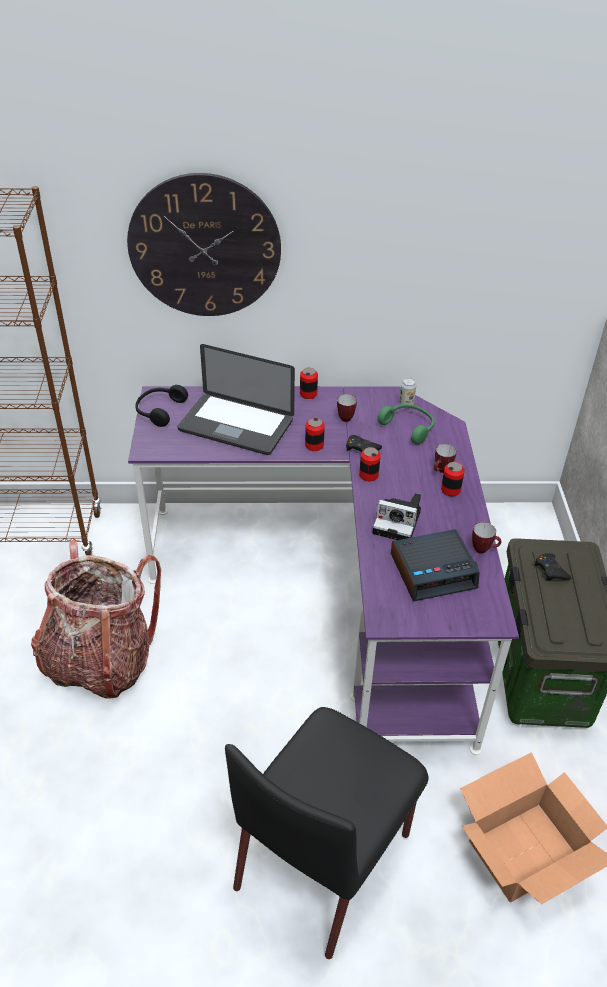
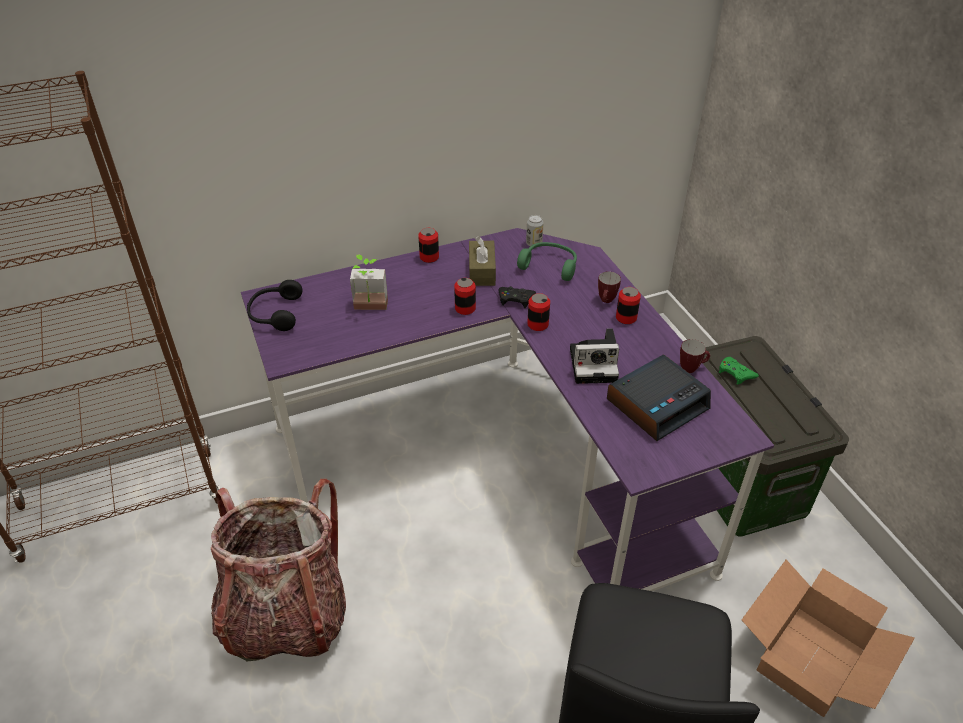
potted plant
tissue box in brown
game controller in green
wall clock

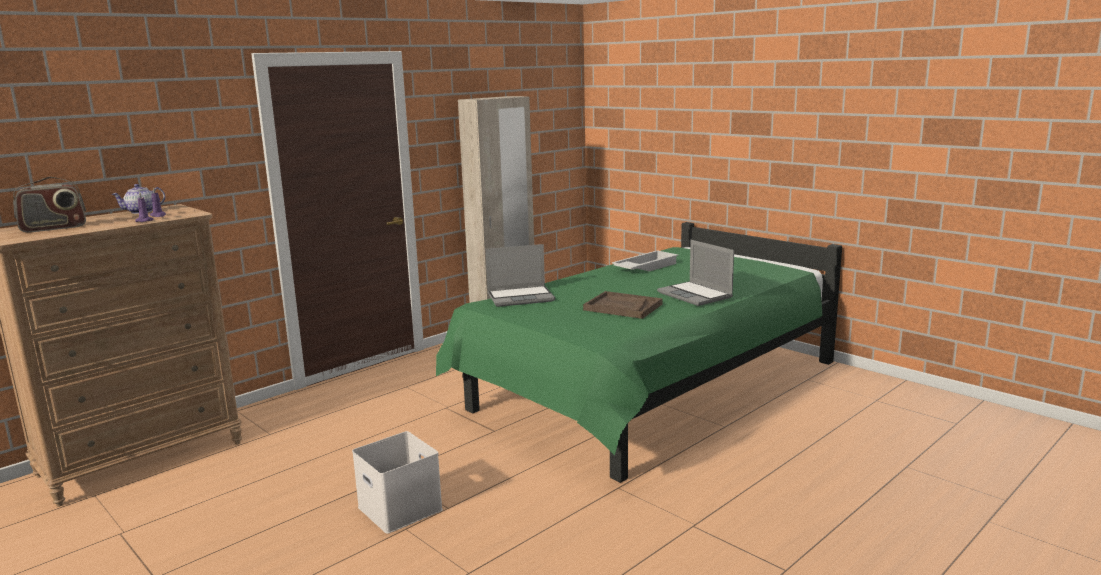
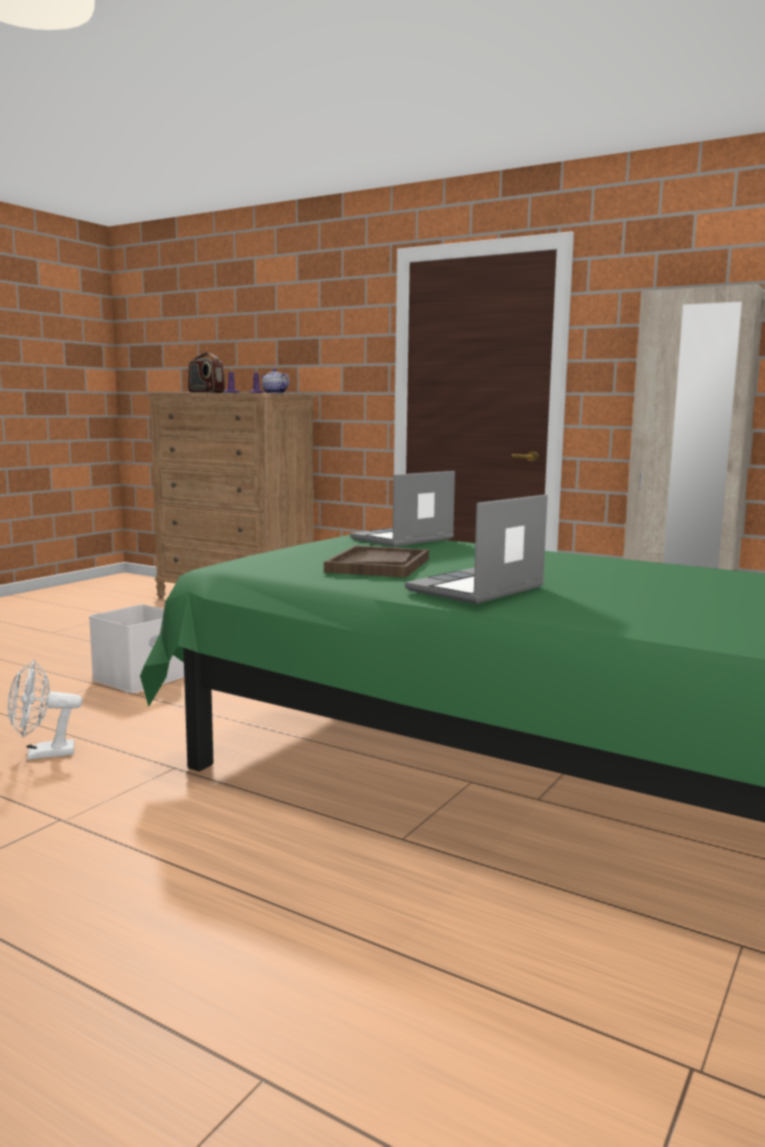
fan in white
laptop (1st from left)
tray in white

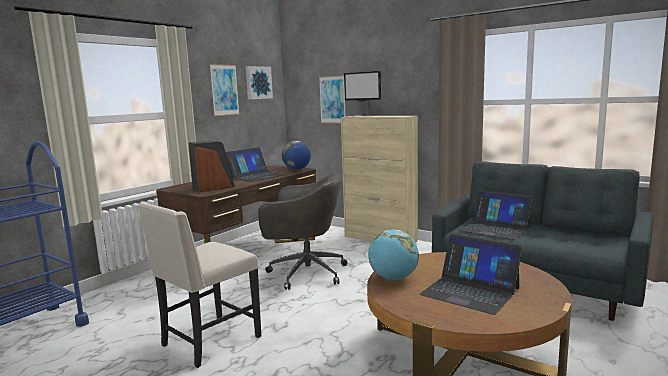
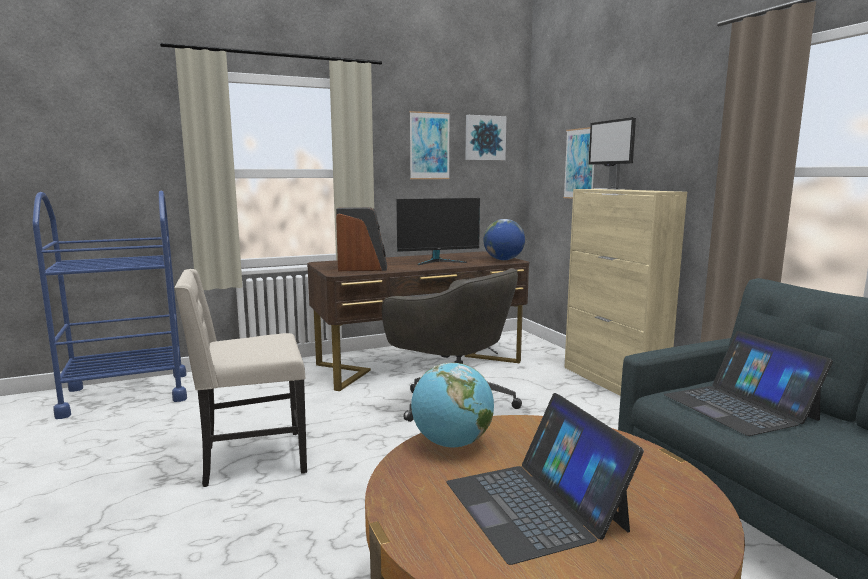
monitor (1st from left)

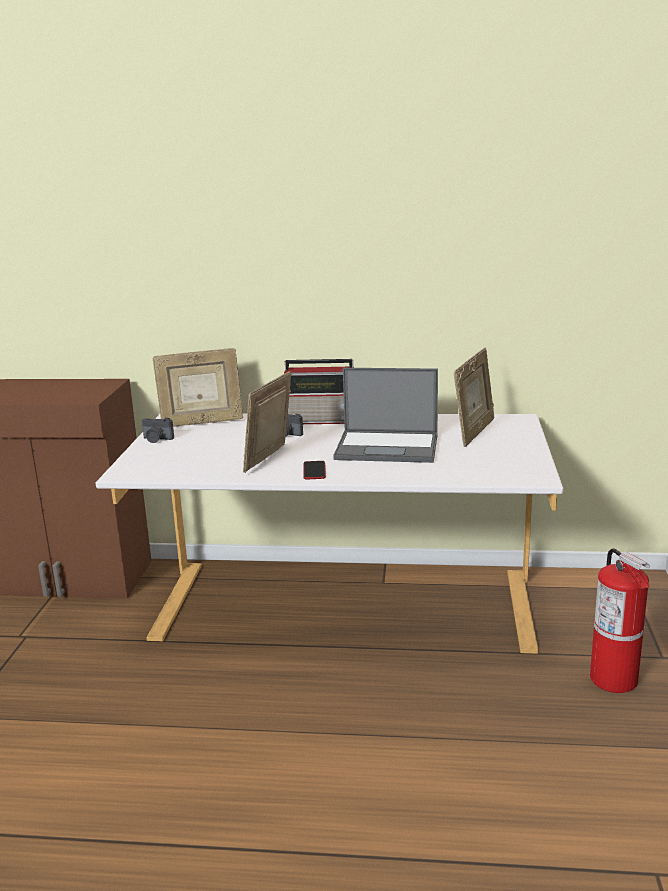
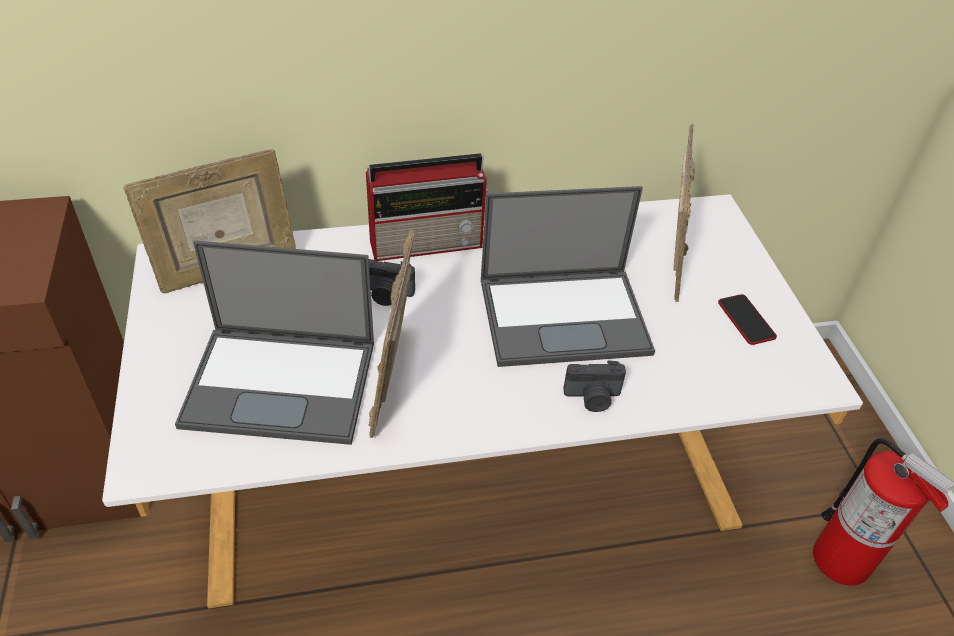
laptop (1st from left)
photo camera (2nd from left)
phone

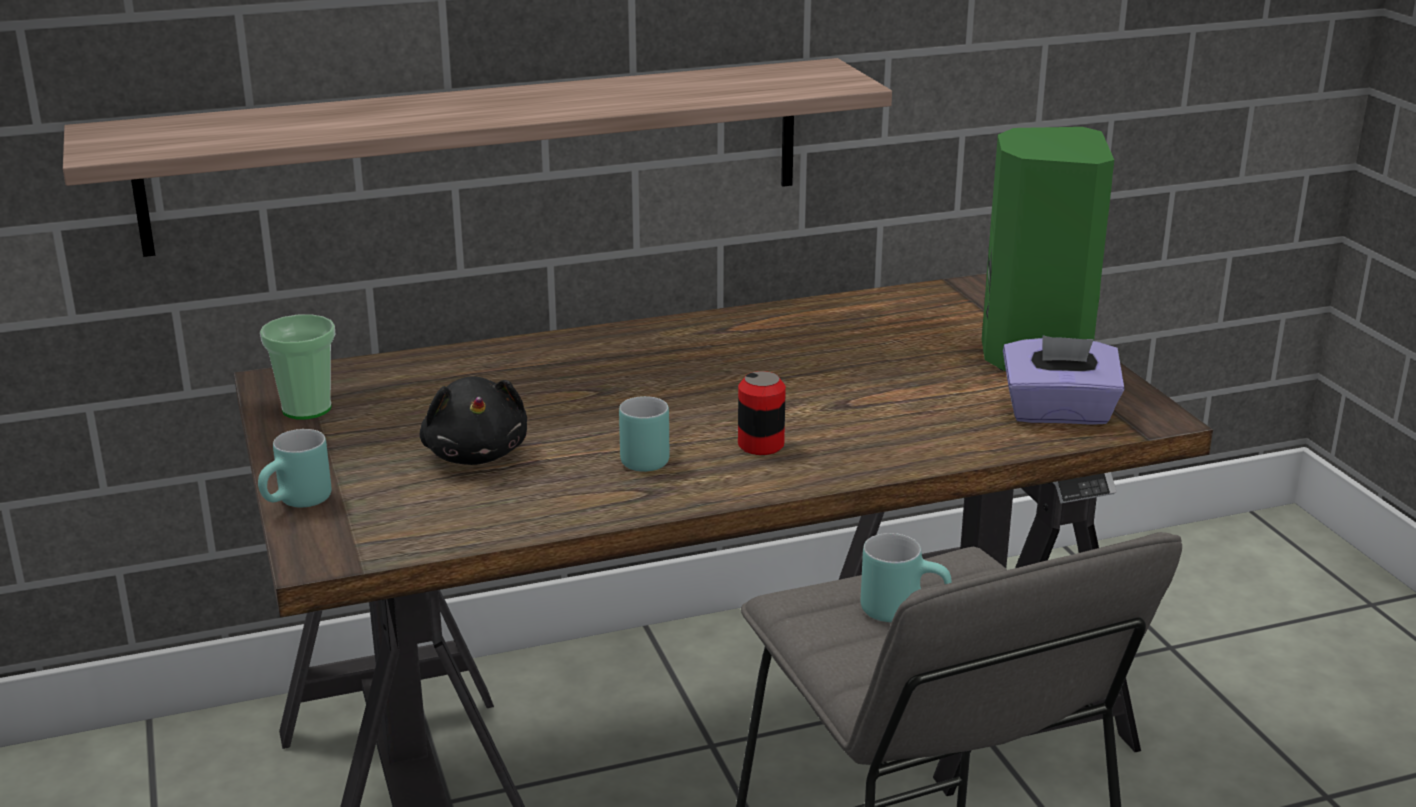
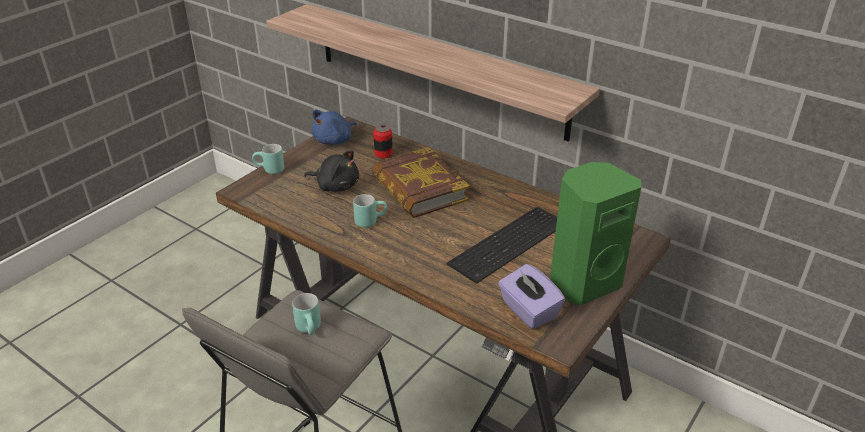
plush toy in black
plush toy in blue
book
can
keyboard

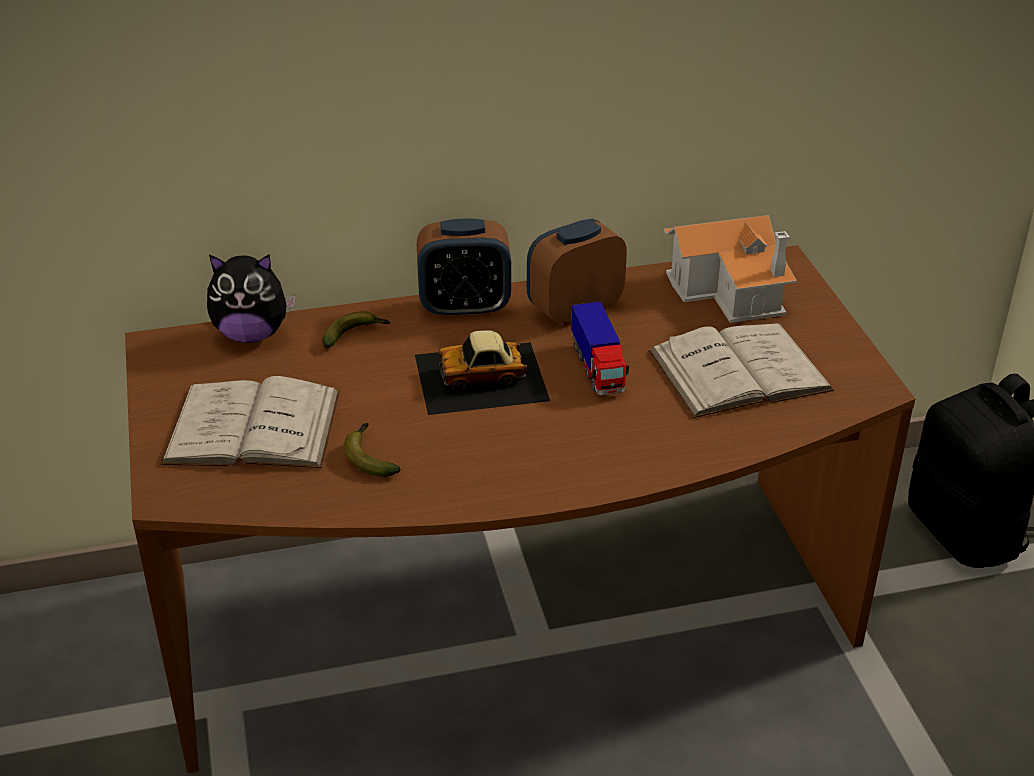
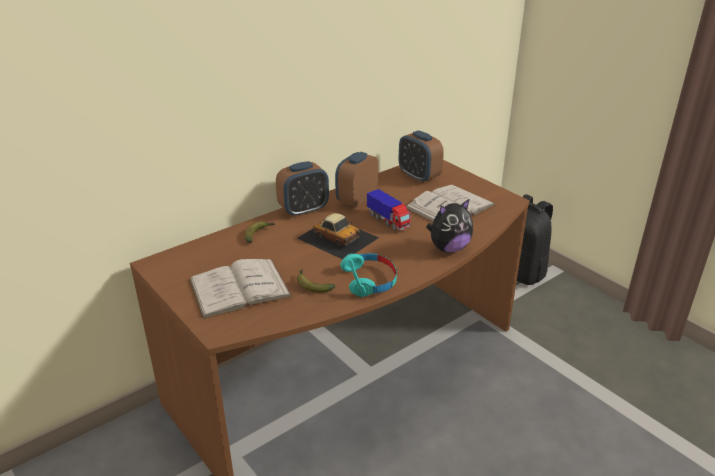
toy car
headphones in turquoise
alarm clock (3rd from left)
plush toy

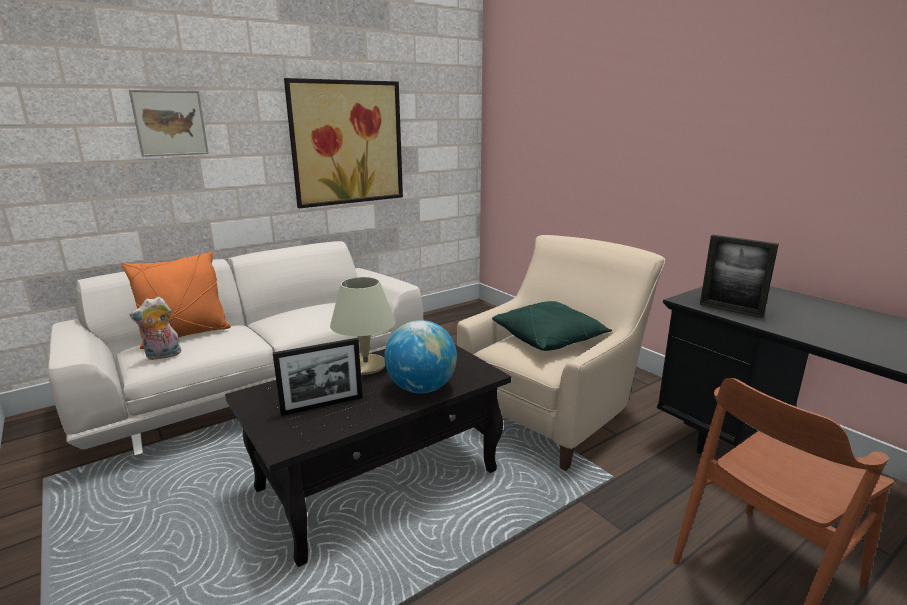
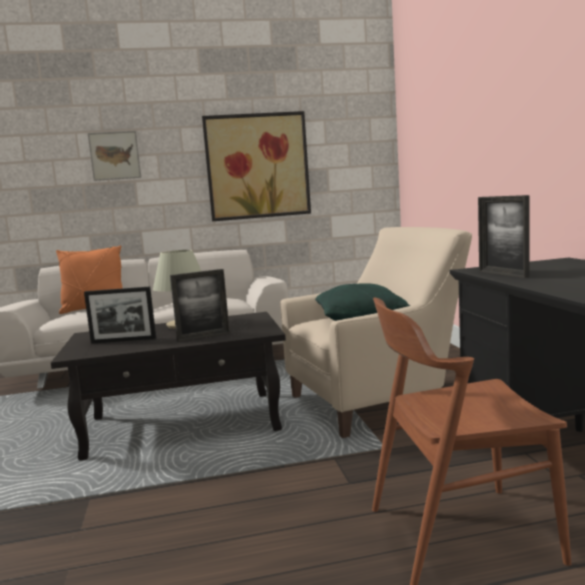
picture frame (2nd from left)
plush toy

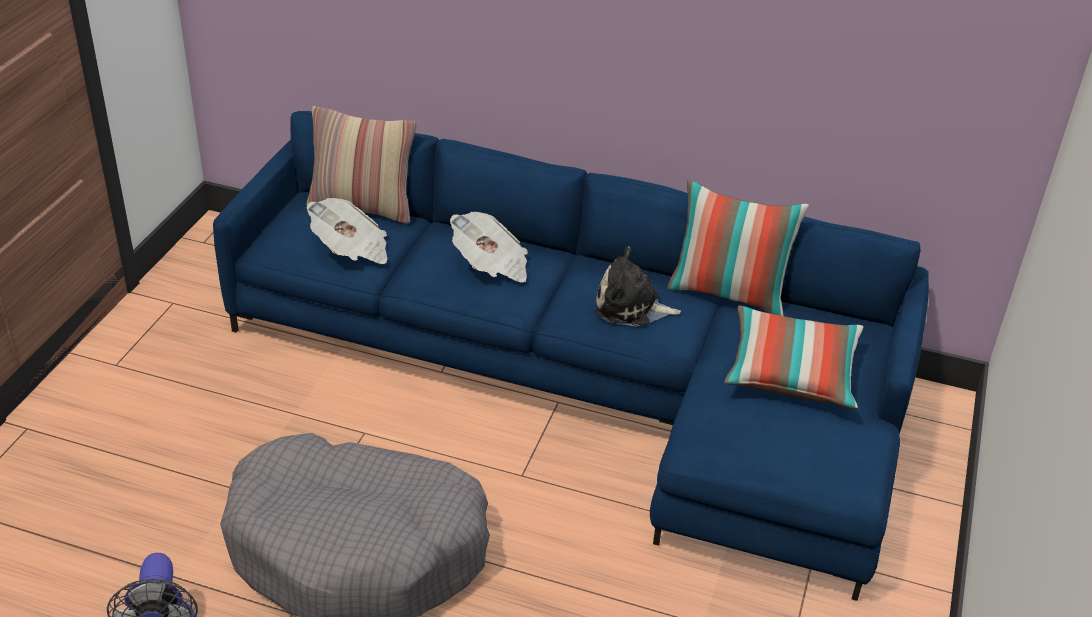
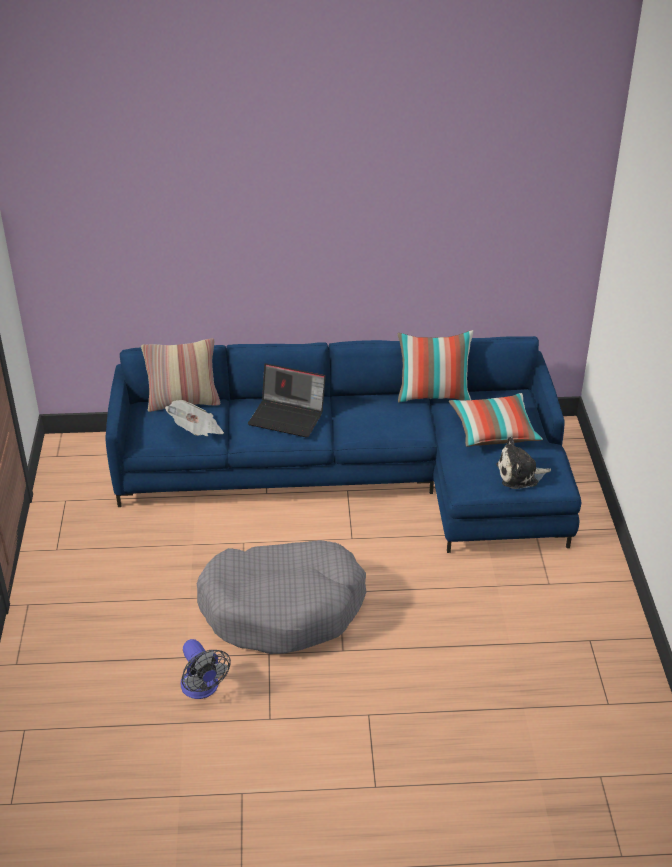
laptop
plush toy

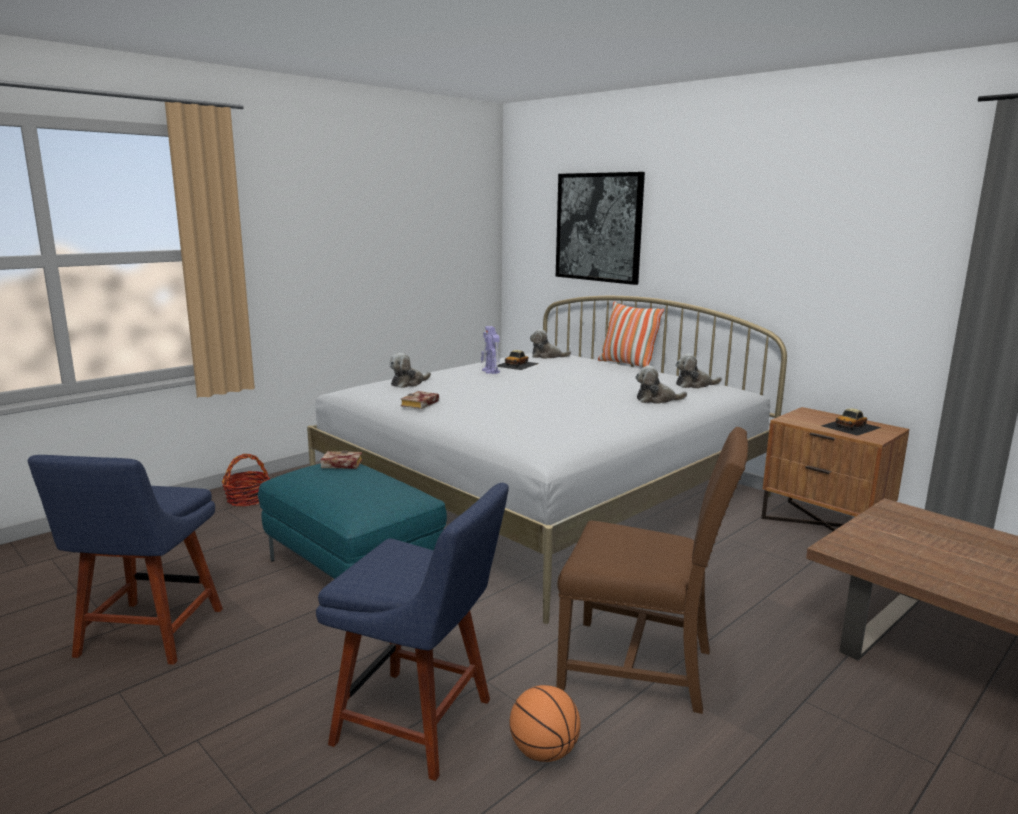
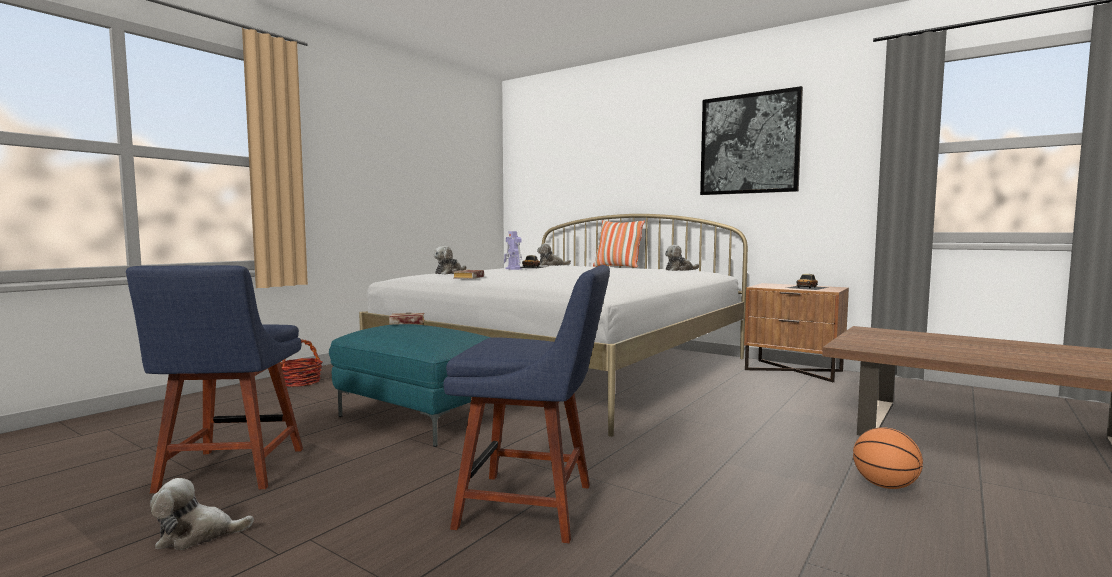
plush toy (1st from left)
picture
basketball
chair in brown

